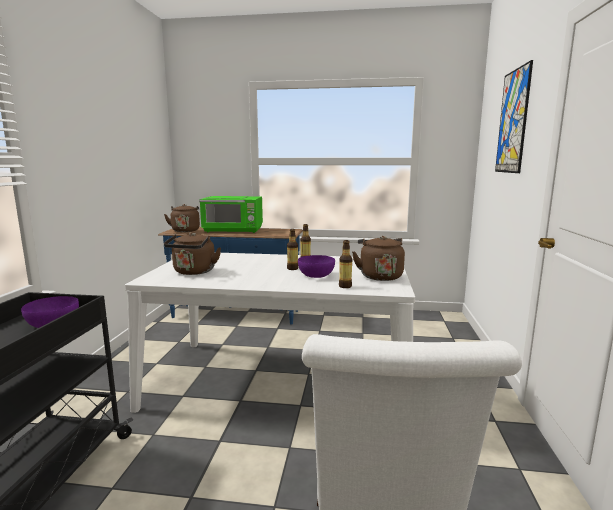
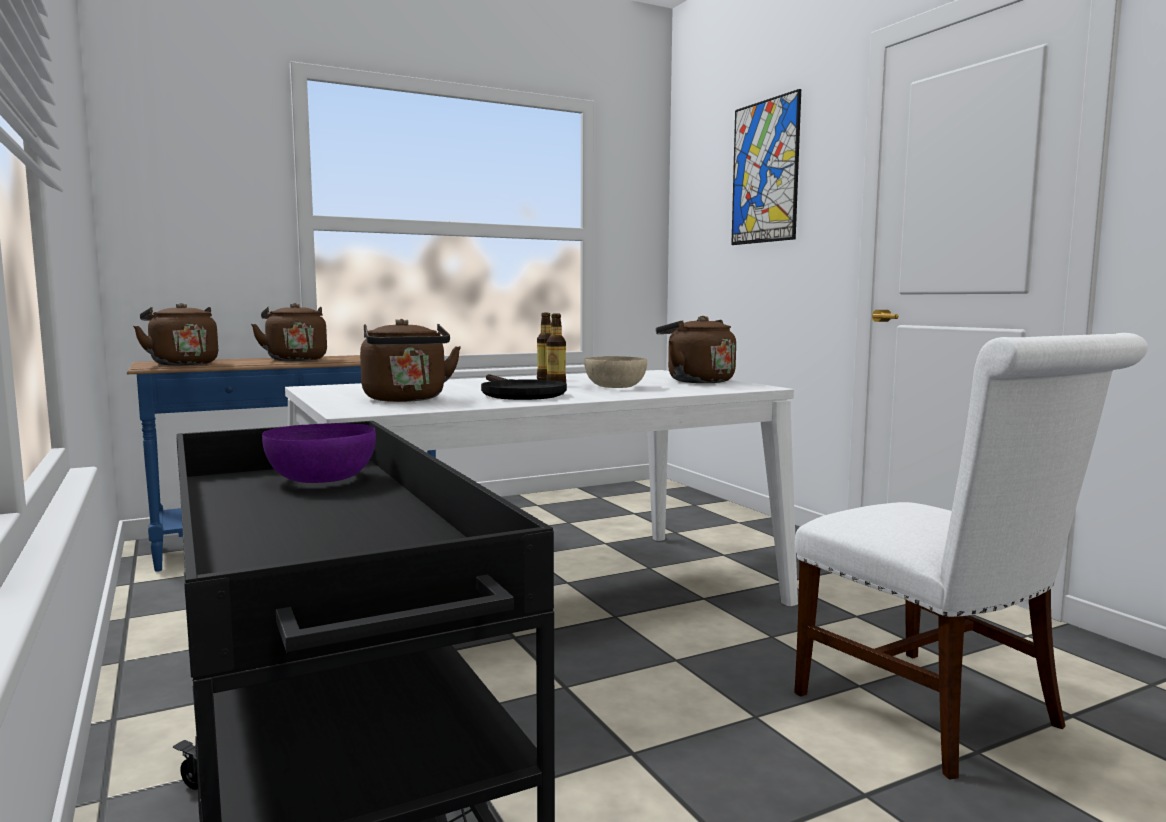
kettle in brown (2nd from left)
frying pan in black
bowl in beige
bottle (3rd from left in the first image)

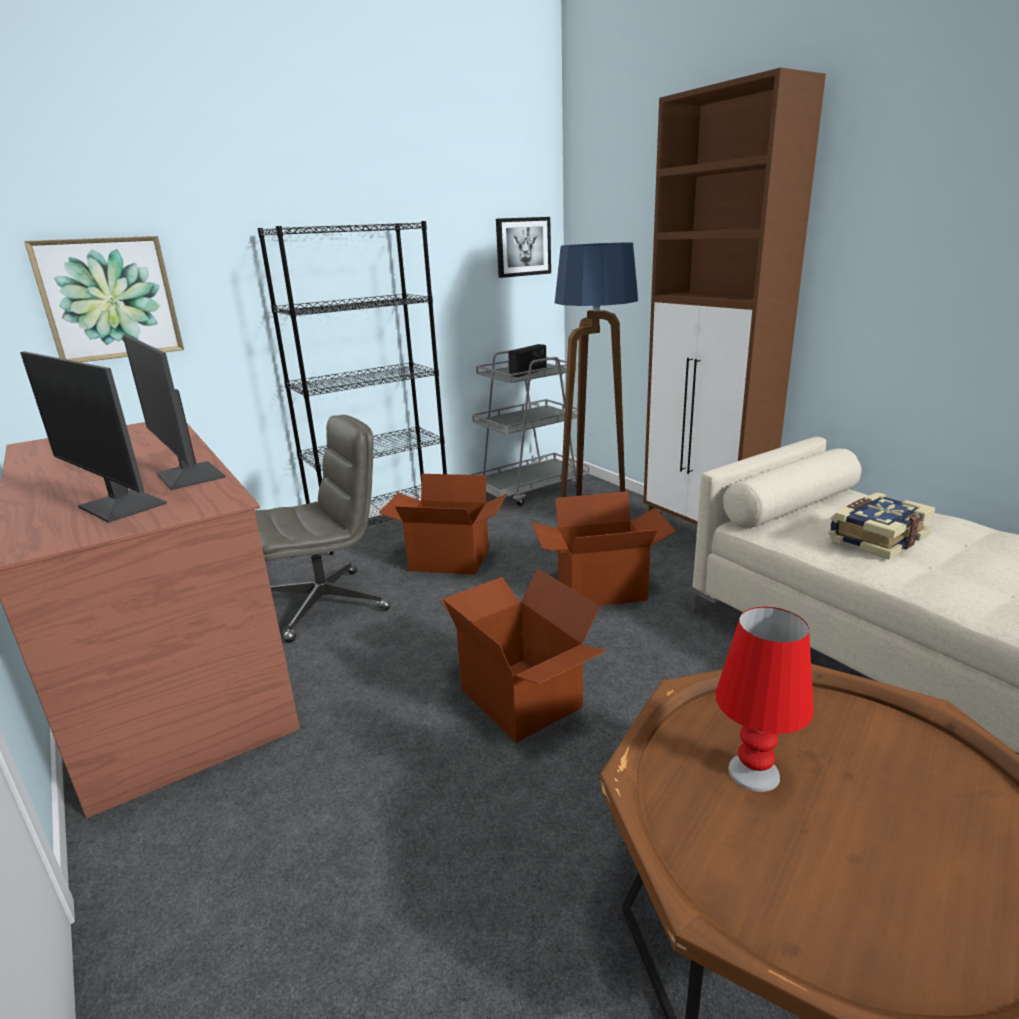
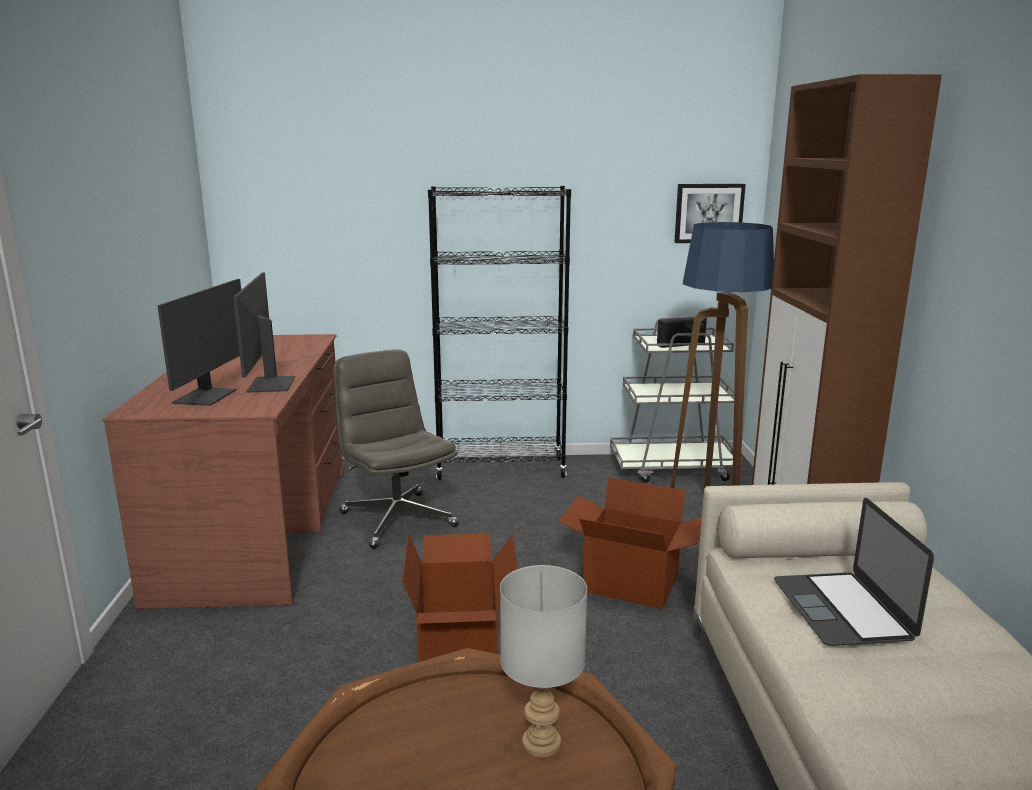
monitor (1st from left)
office chair in grey
table lamp in grey
laptop
picture (1st from left in the first image)
cardboard box (1st from left in the first image)
table lamp in red

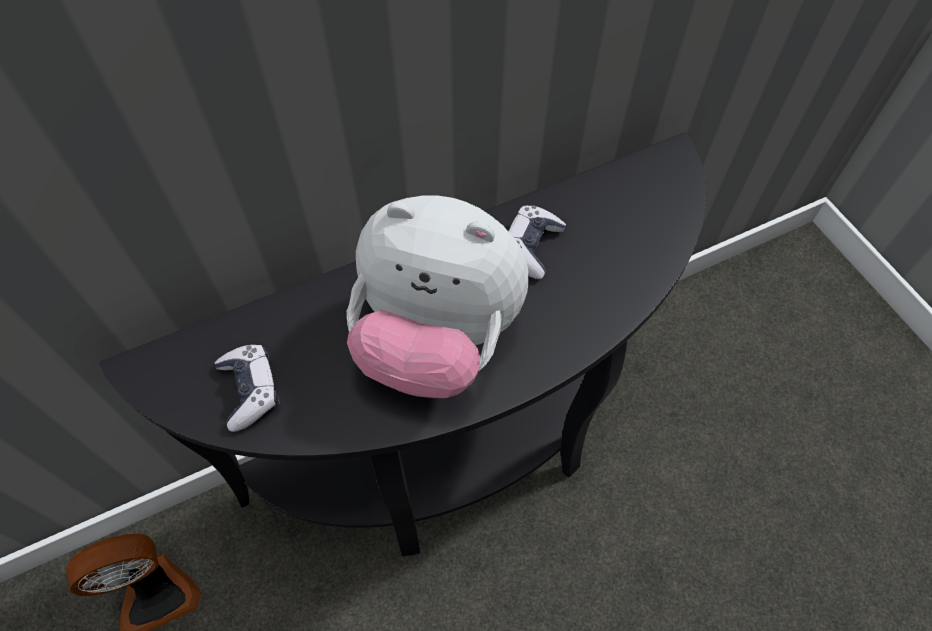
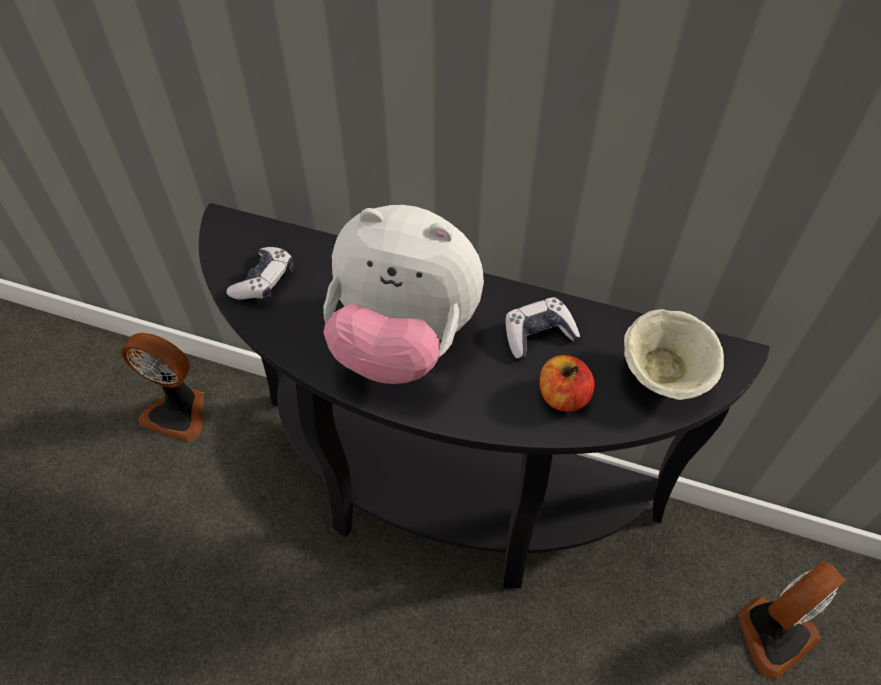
plush toy
apple
bowl in beige
fan (2nd from left)

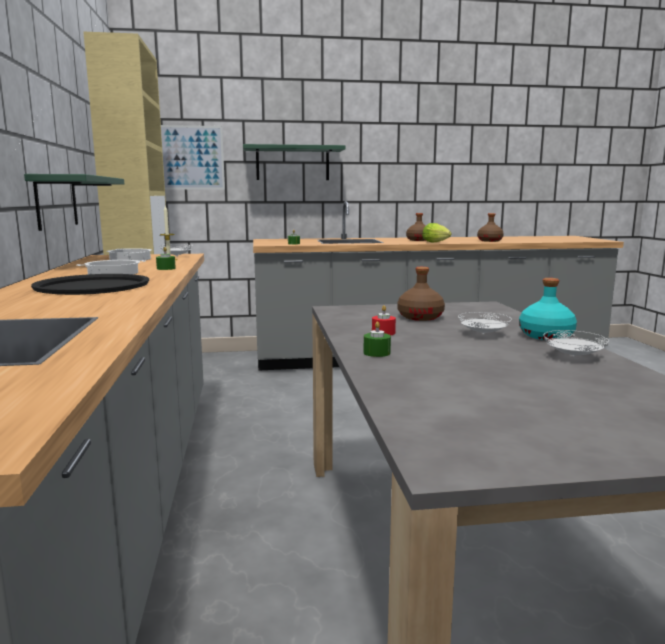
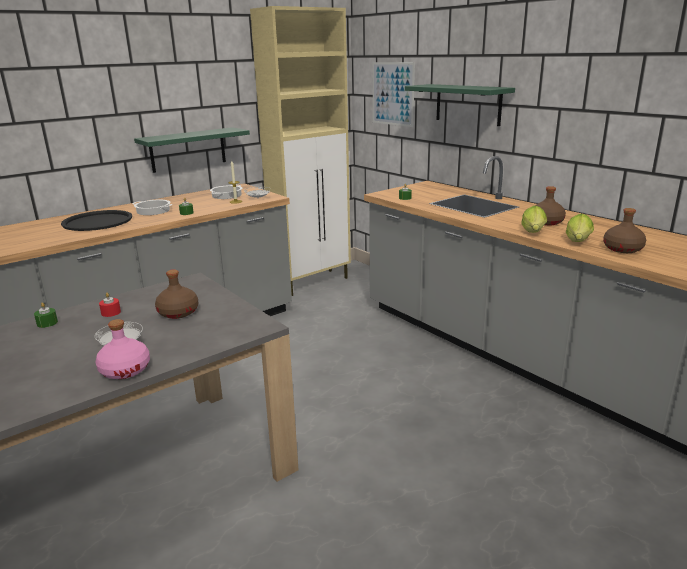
bottle in pink
lettuce (2nd from left)
plate in white (3rd from left in the first image)

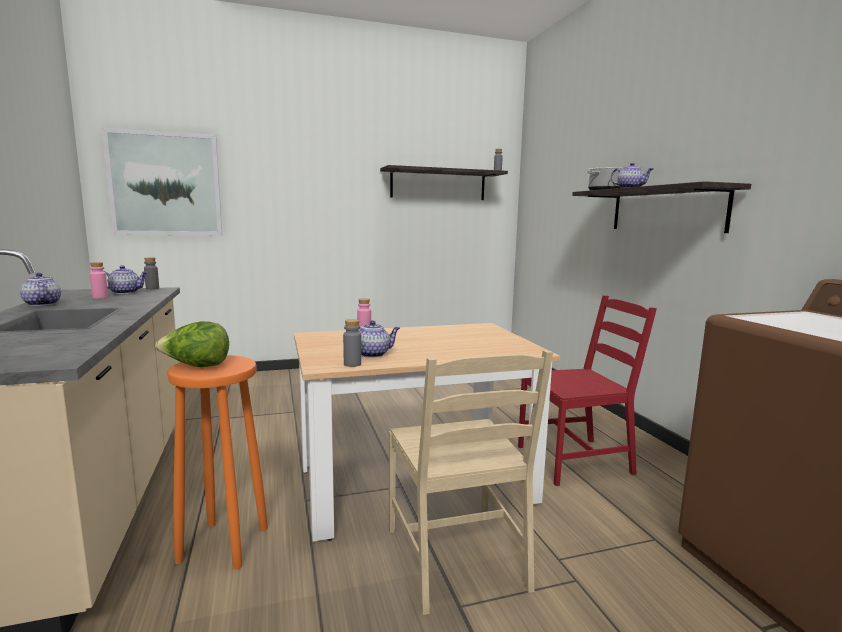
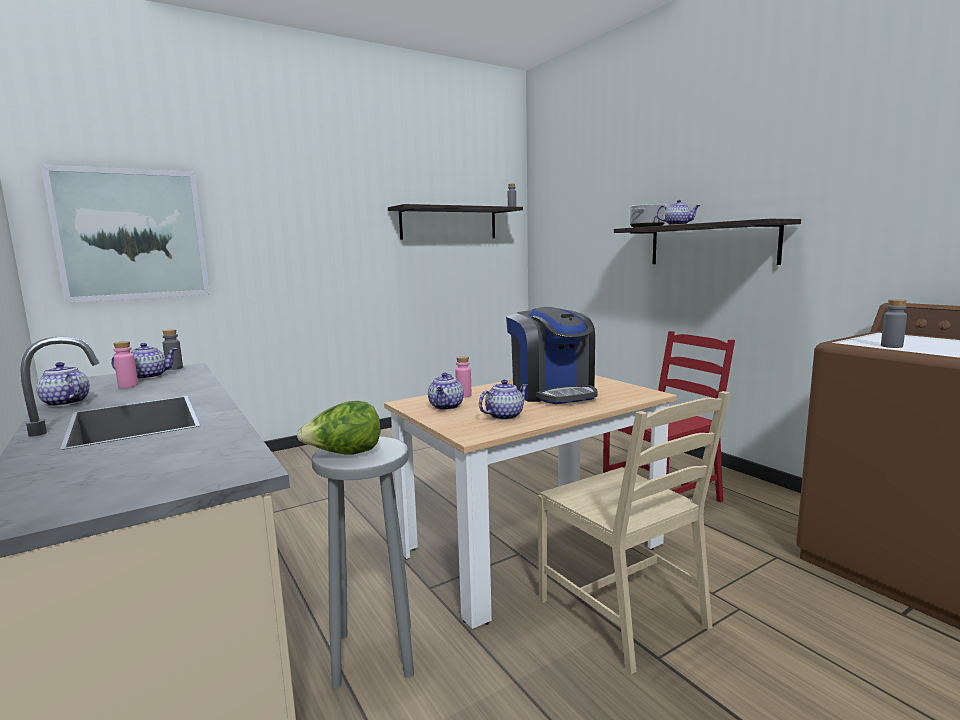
stool in grey
teapot (3rd from left)
coffee machine
bottle in grey (3rd from left)

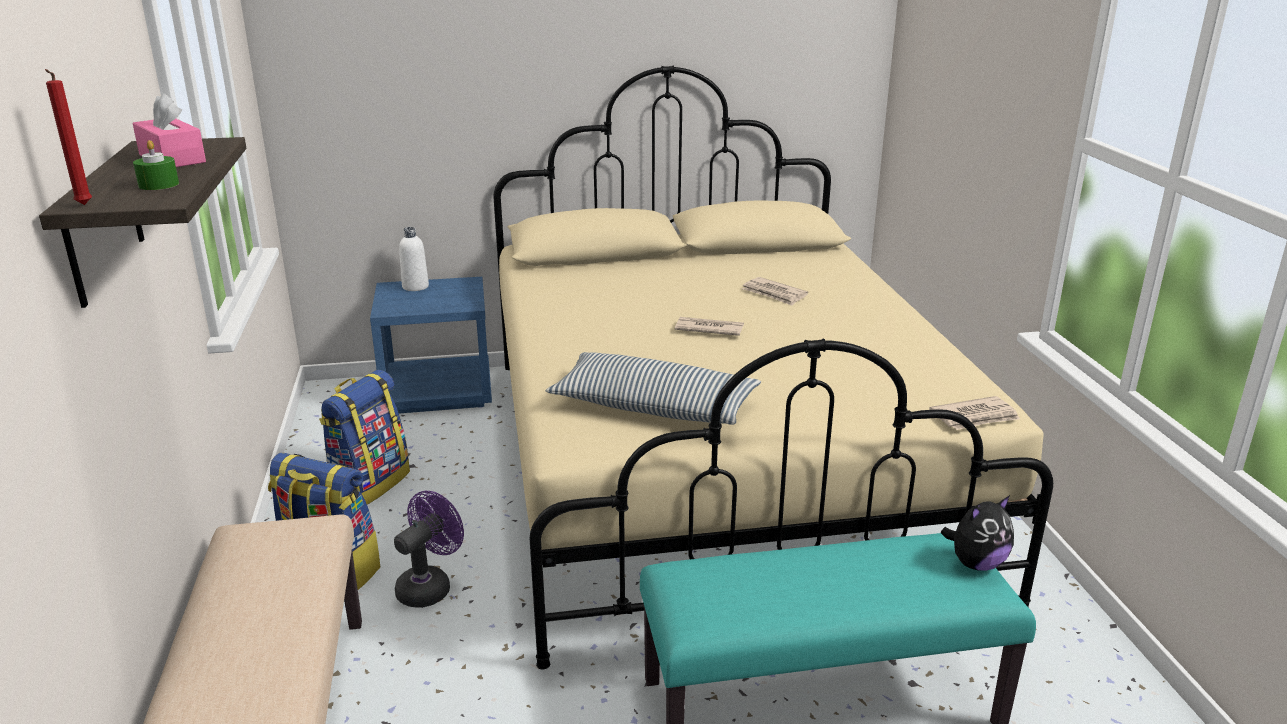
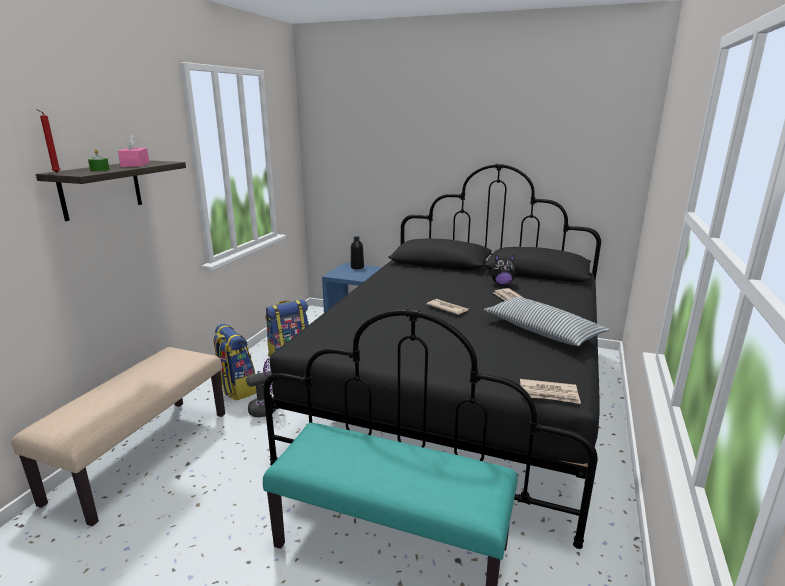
bed in black
bottle in black
pillow
plush toy

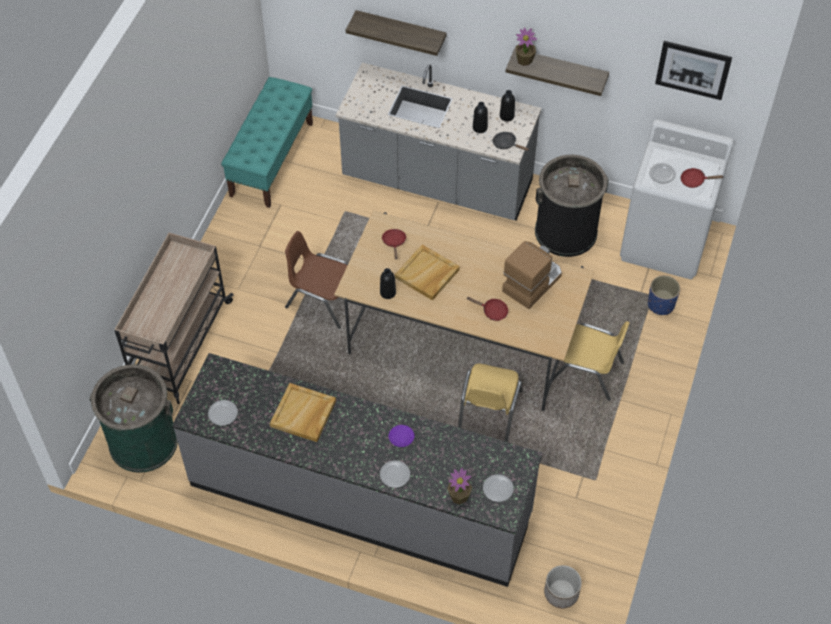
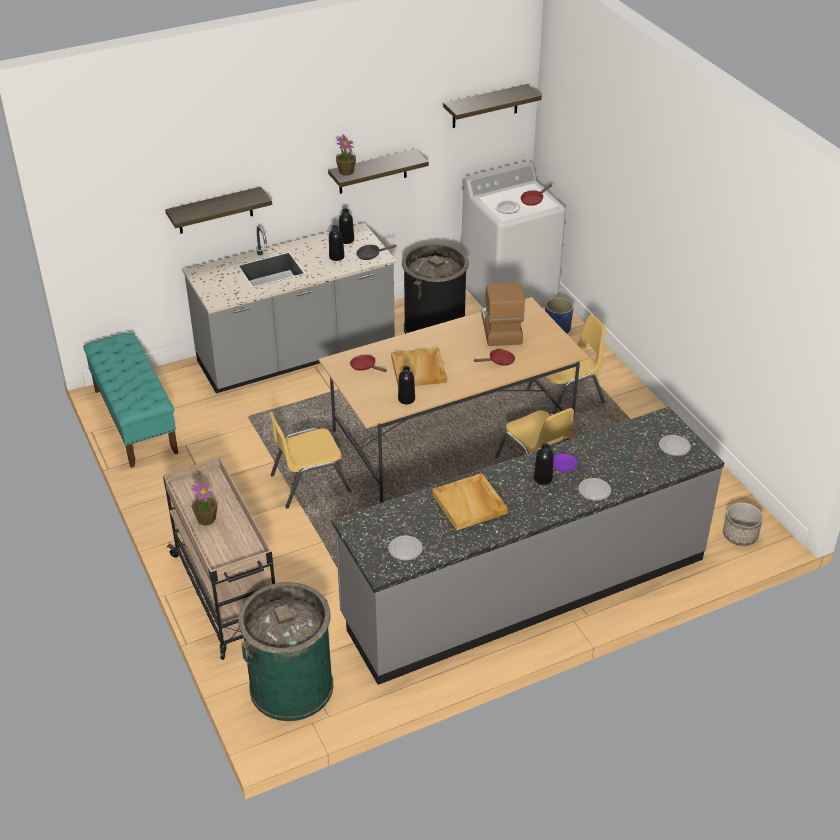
potted plant (1st from left)
chair in yellow (1st from left)
shelf (3rd from left)
bottle in black (4th from left)

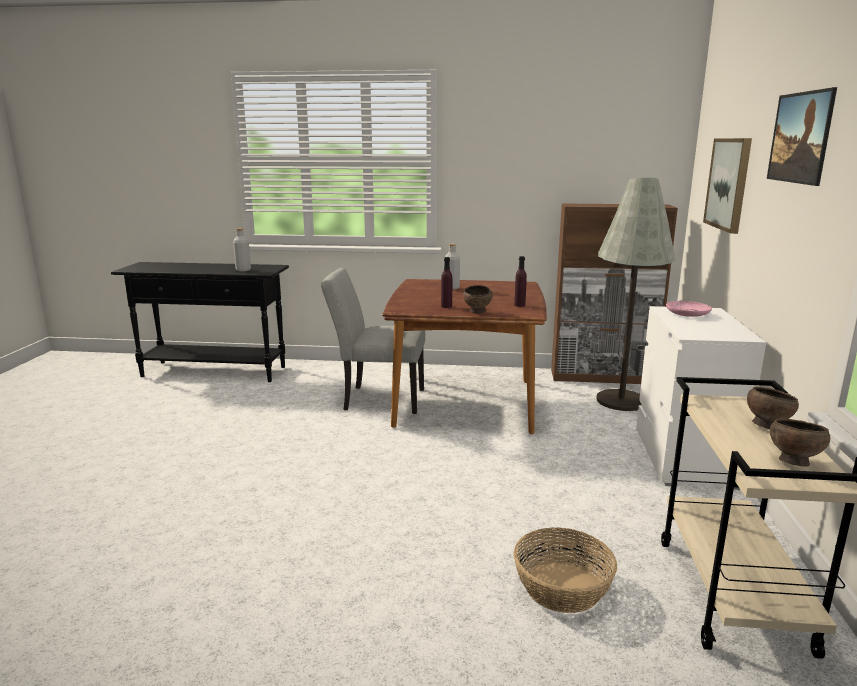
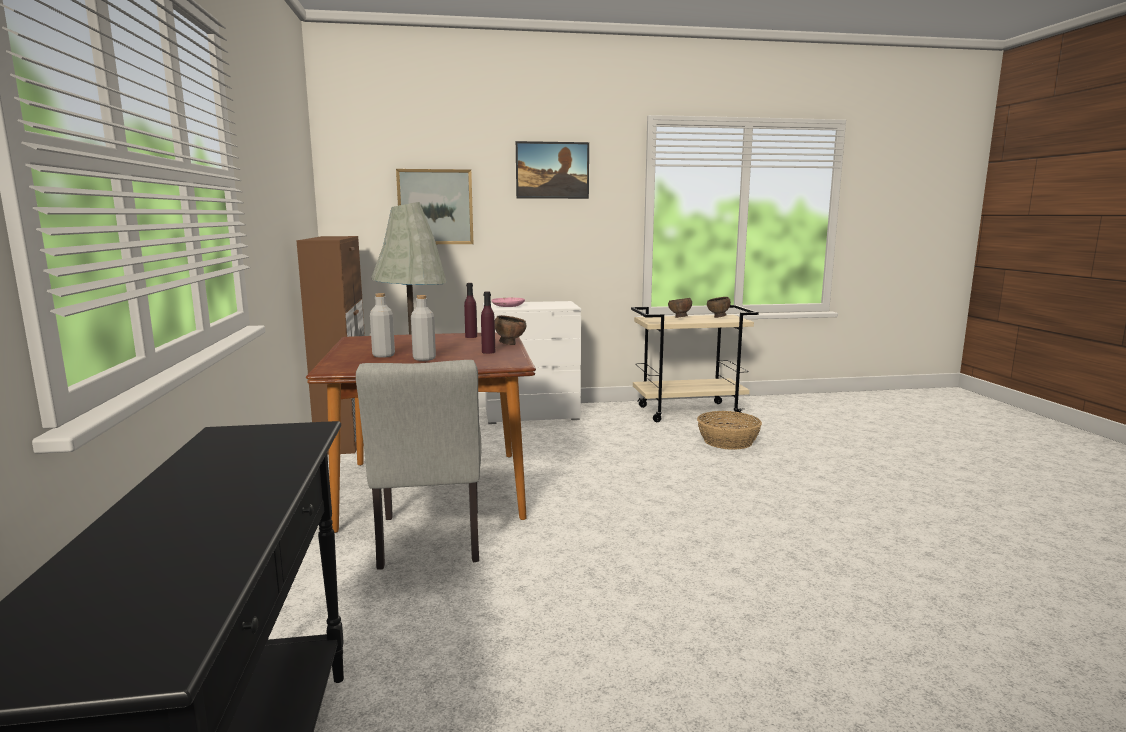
bottle in grey (2nd from left)

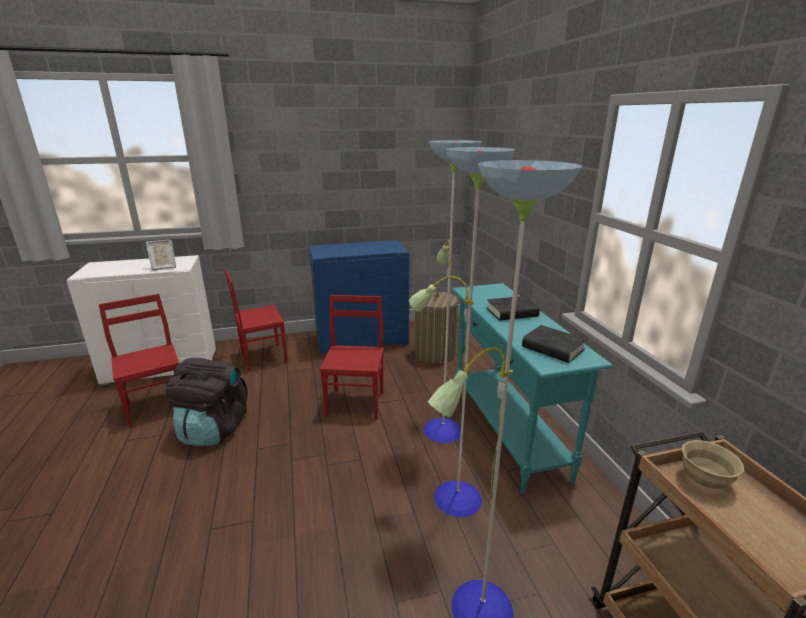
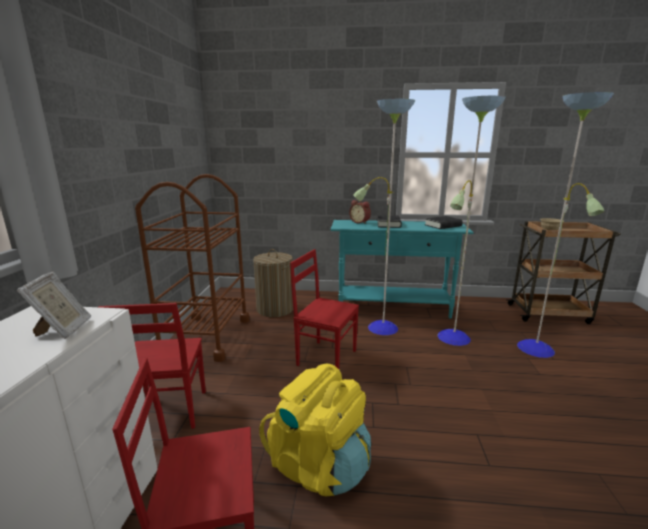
cart in brown (1st from left)
backpack in yellow
alarm clock

